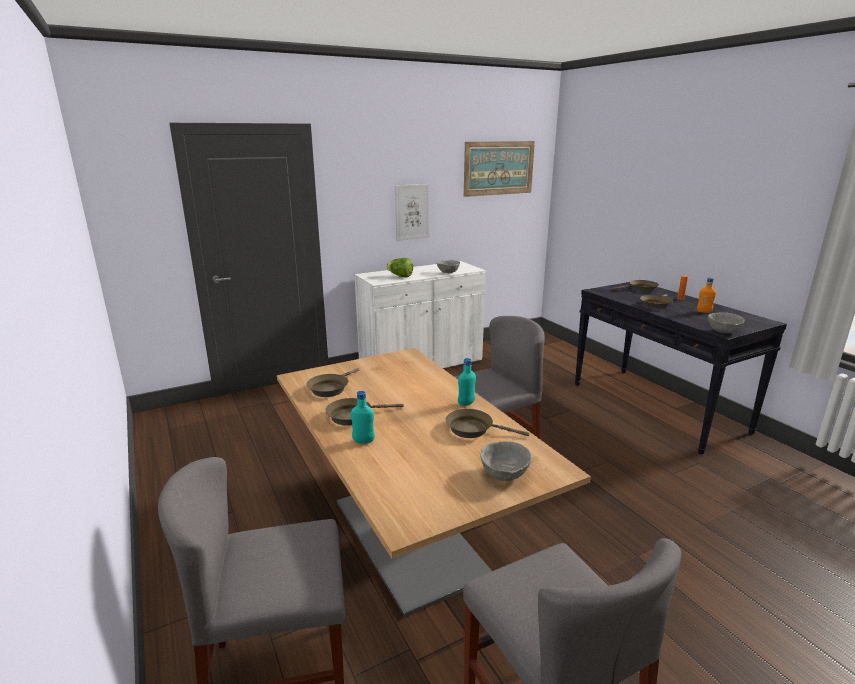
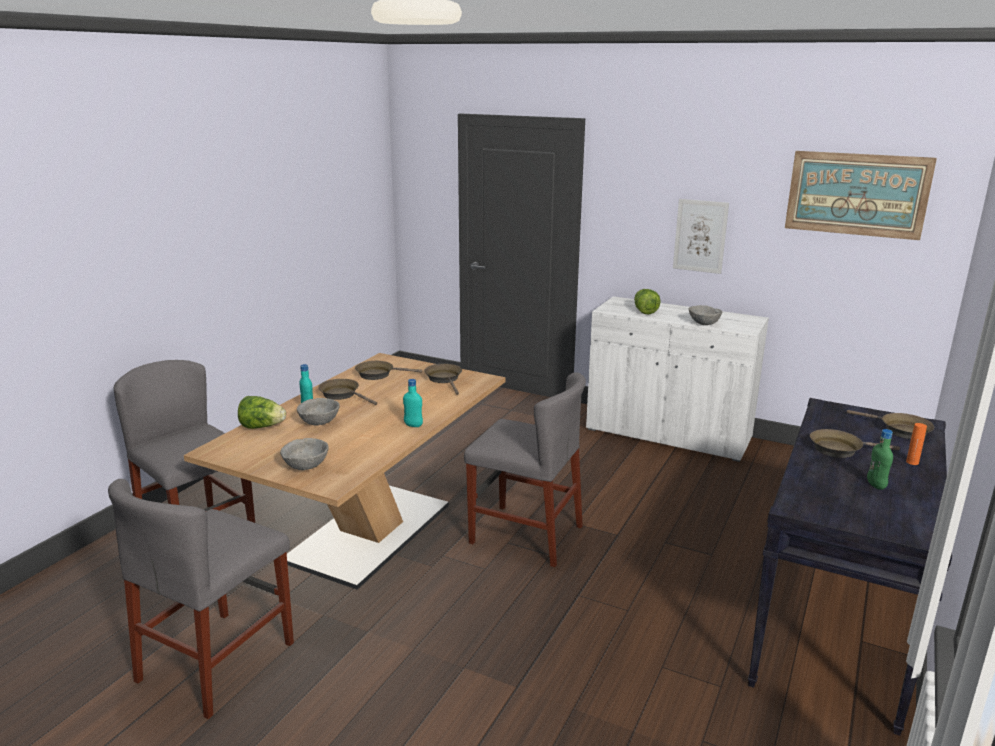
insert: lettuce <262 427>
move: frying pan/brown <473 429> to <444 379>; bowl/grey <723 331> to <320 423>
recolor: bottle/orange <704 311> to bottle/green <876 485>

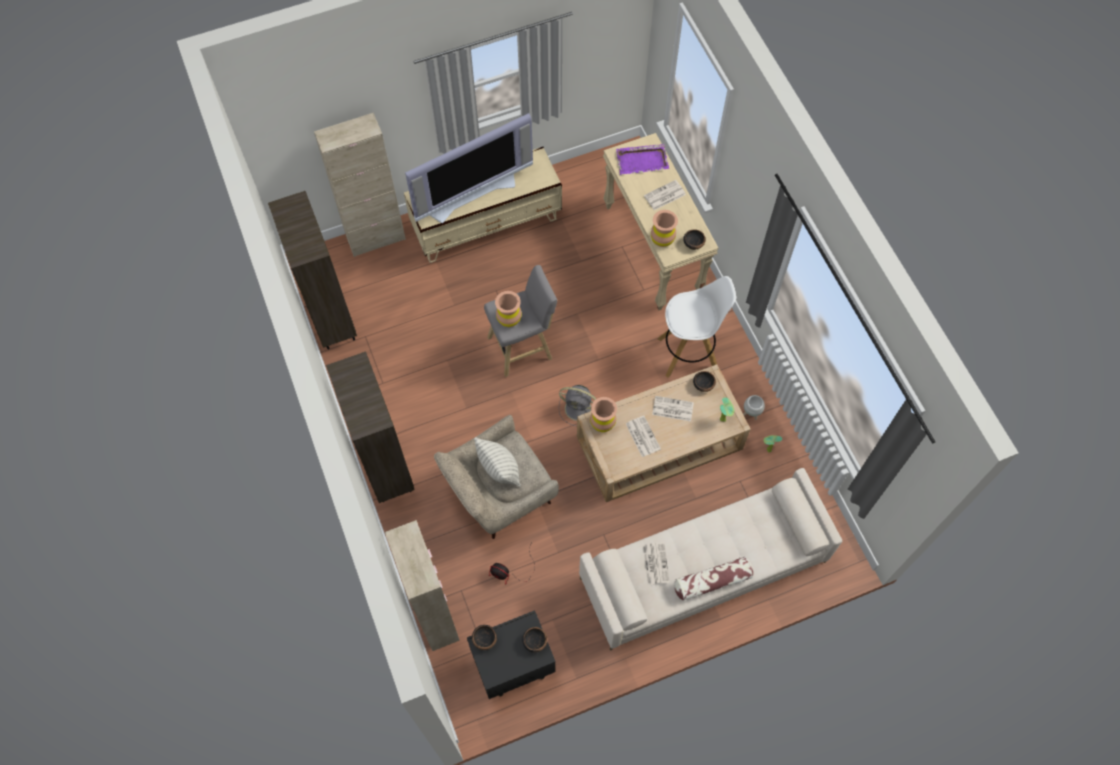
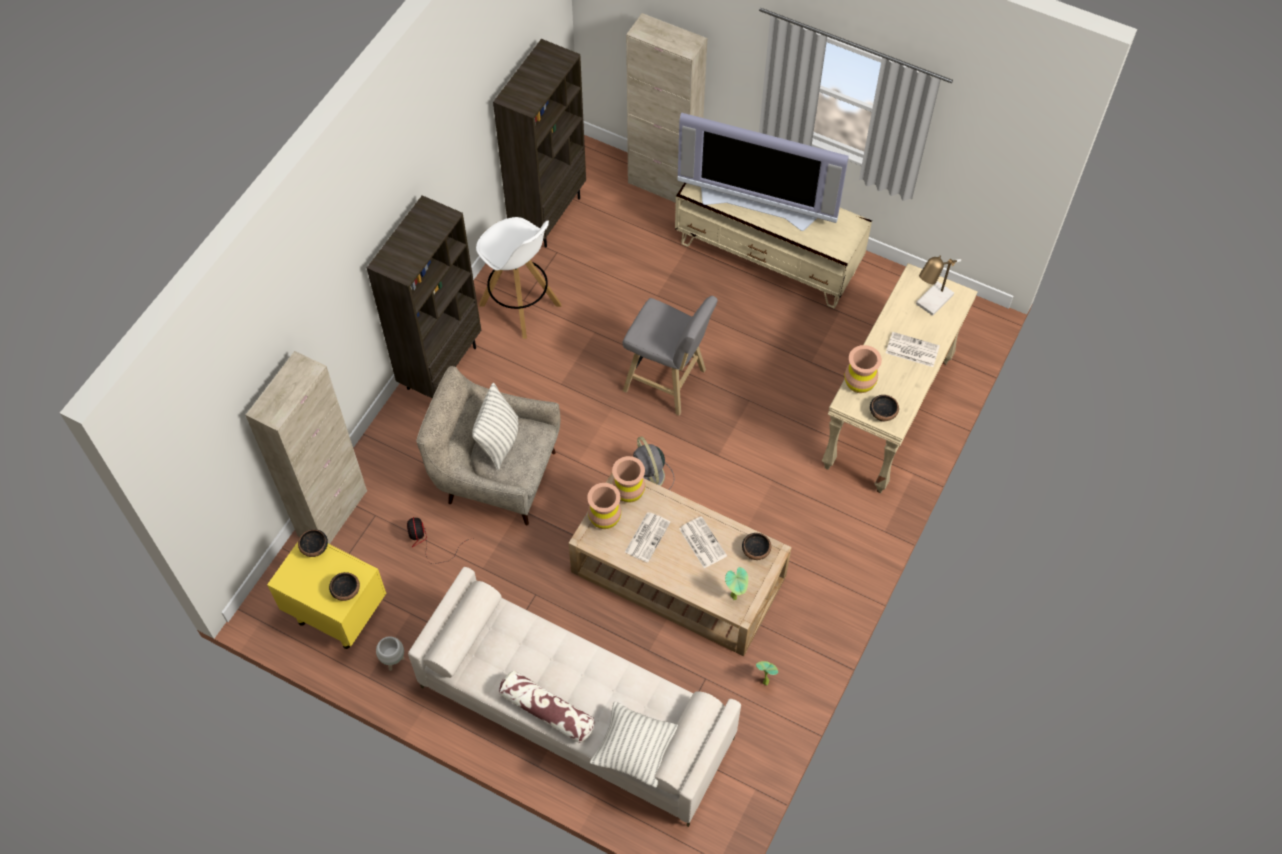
delete: newspaper <655 563>
insert: pillow <635 750>
move: vase/brown <509 319> to <604 518>; stool/white <688 353> to <521 305>; planter/white <751 414> to <393 661>
replace: tray/purple <642 160> to table lamp <932 303>
recolor: nightstand/black <512 666> to nightstand/yellow <337 613>

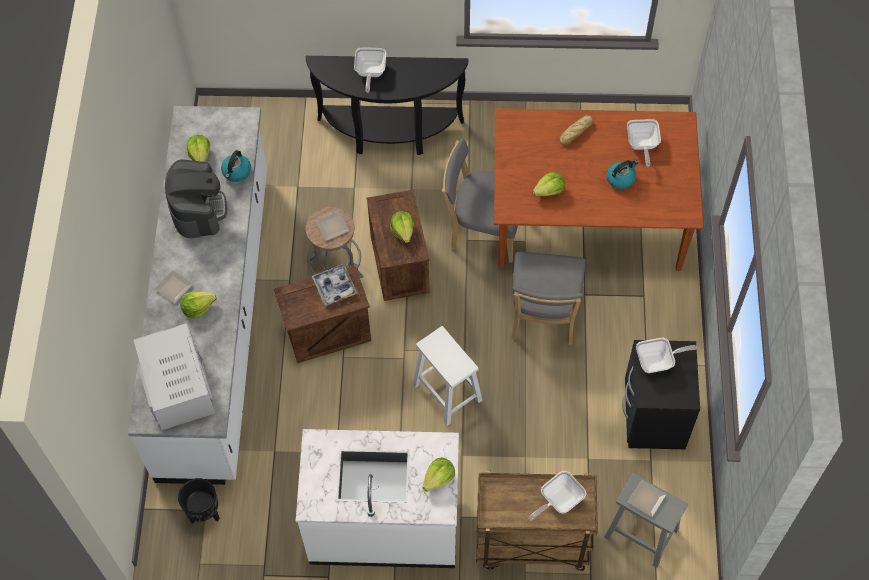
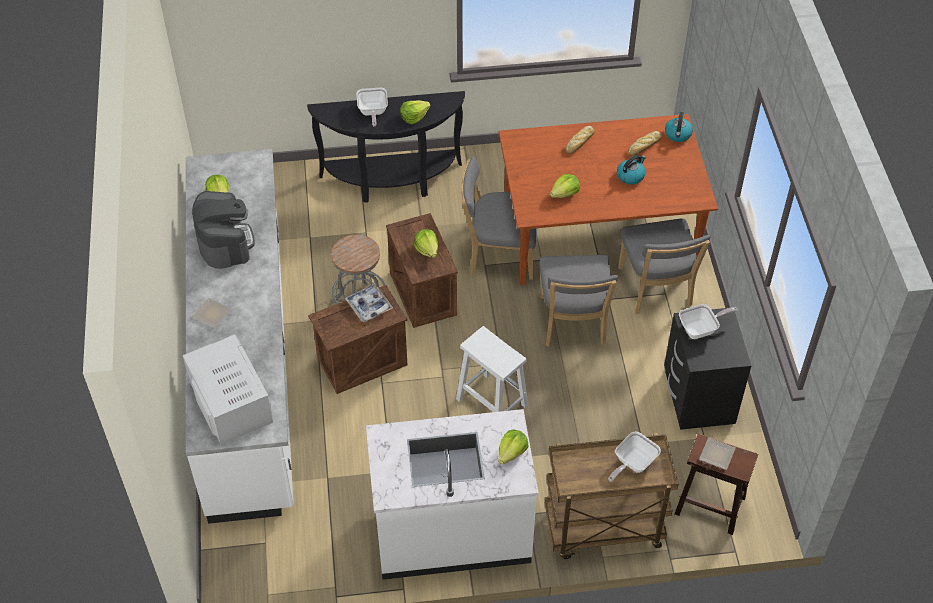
delete: planter/black <205 513>; plate <333 226>
insert: chair/grey <656 290>
move: lettuce <198 307> to <414 117>; kettle <236 172> to <678 135>
replace: frying pan <642 145> to bread <644 146>
recolor: stool/grey <640 533> to stool/brown <708 505>

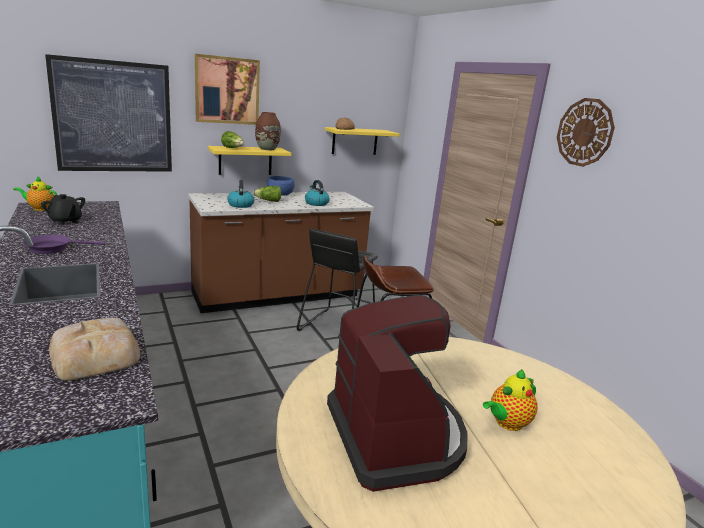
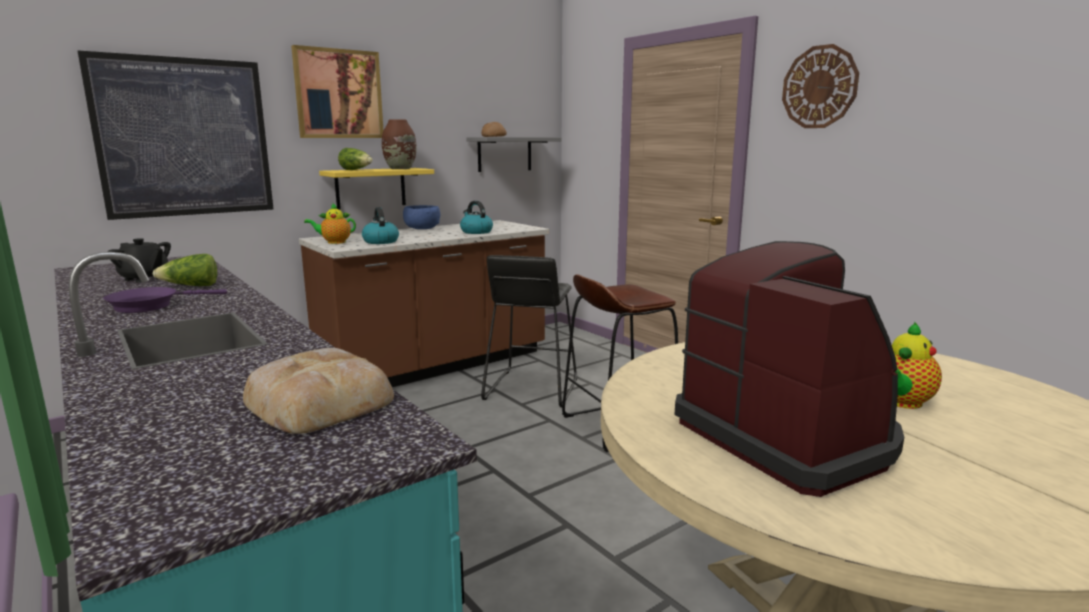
move: teapot <39 208> to <334 242>; lettuce <268 201> to <191 286>
recolor: shelf/yellow <355 141> to shelf/grey <504 154>

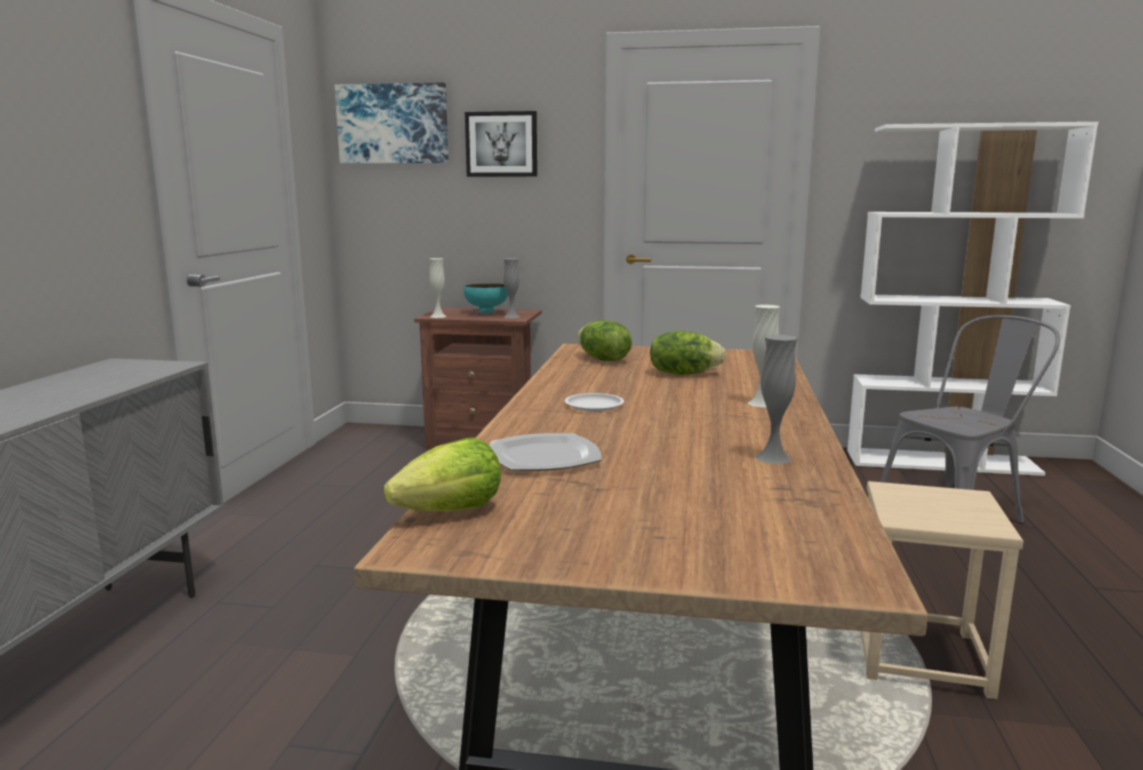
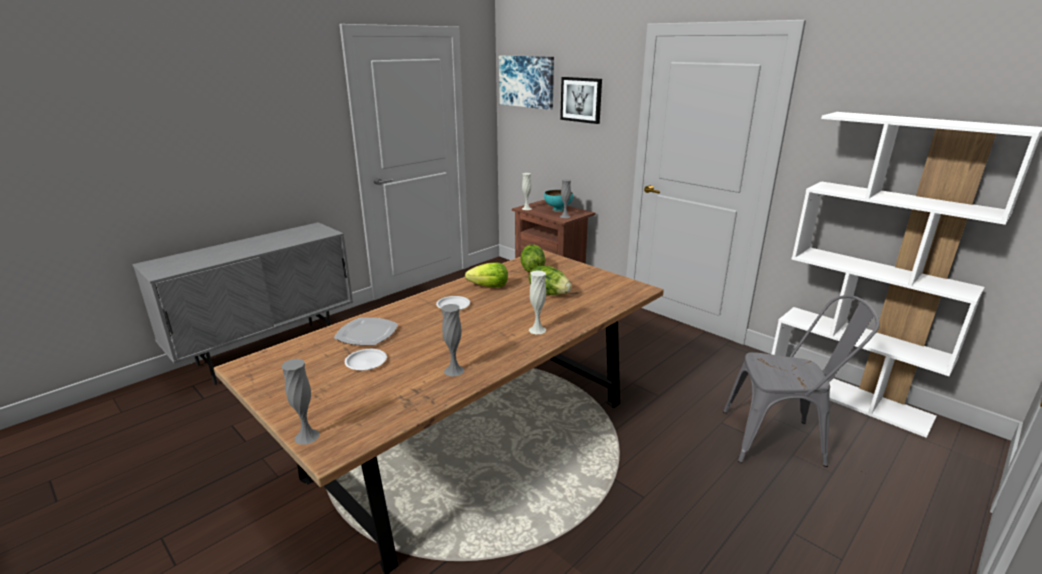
delete: stool/beige <922 656>
insert: vase/grey <307 436>; plate/white <366 362>
move: lettuce <451 512> to <489 287>

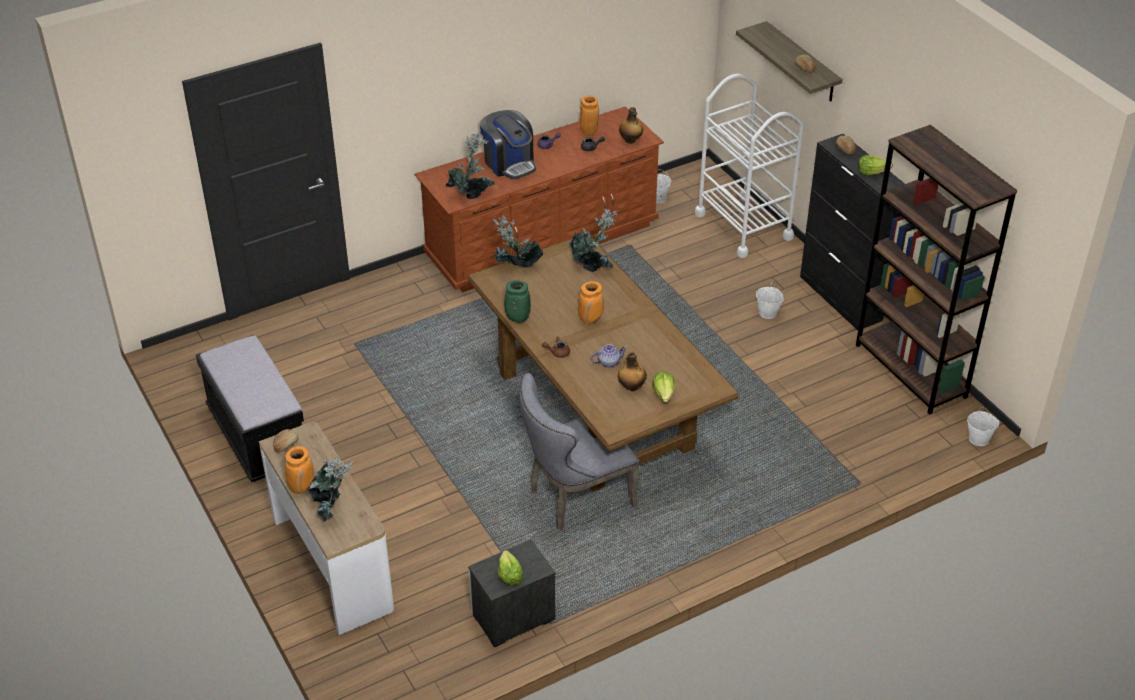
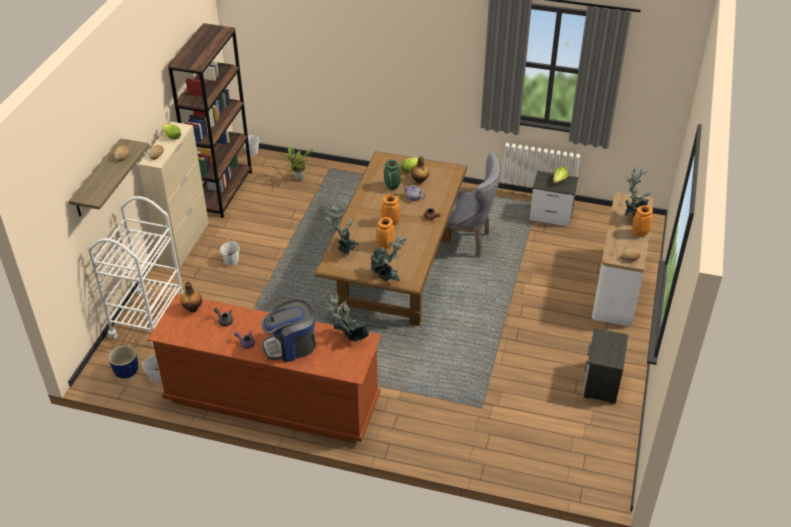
insert: planter/blue <126 371>; potted plant <298 179>
move: vase/green <517 318> to <392 187>; vase/orange <588 131> to <385 246>
replace: bench/black <257 437> to nightstand <601 383>
recolor: cabinet/black <840 298> to cabinet/beige <184 242>
rotate: coffee machine <509 163> = <291 346> 120 degrees counterclockwise

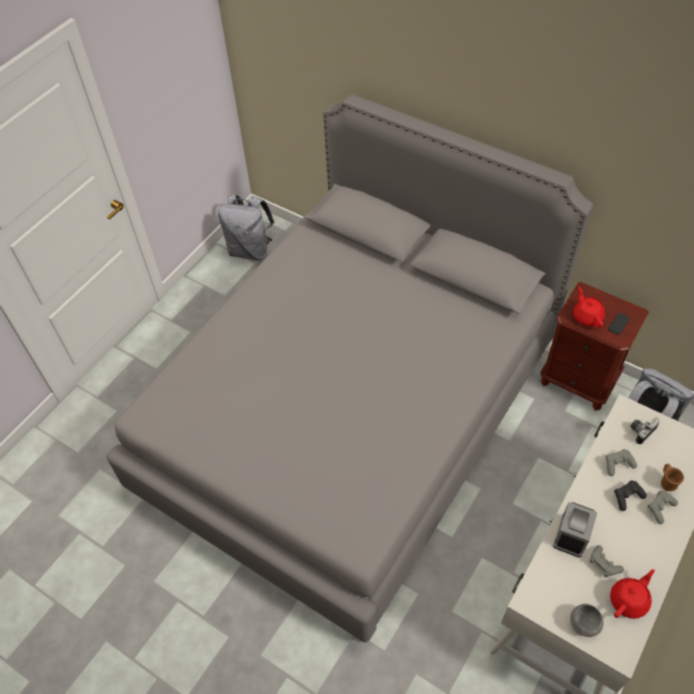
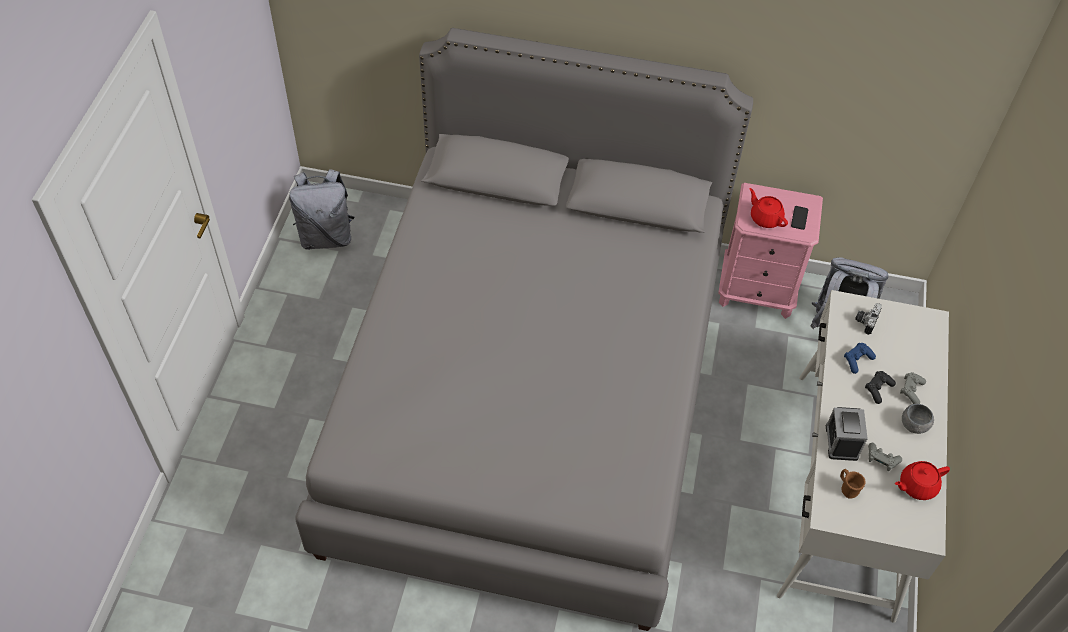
move: bowl/grey <584 624> to <914 425>; mug/brown <667 482> to <847 488>
recolor: nightstand/brown <578 380> to nightstand/pink <757 291>; game controller/grey <618 464> to game controller/blue <857 360>
rotate: teapot/red <629 600> = <916 486> 135 degrees counterclockwise

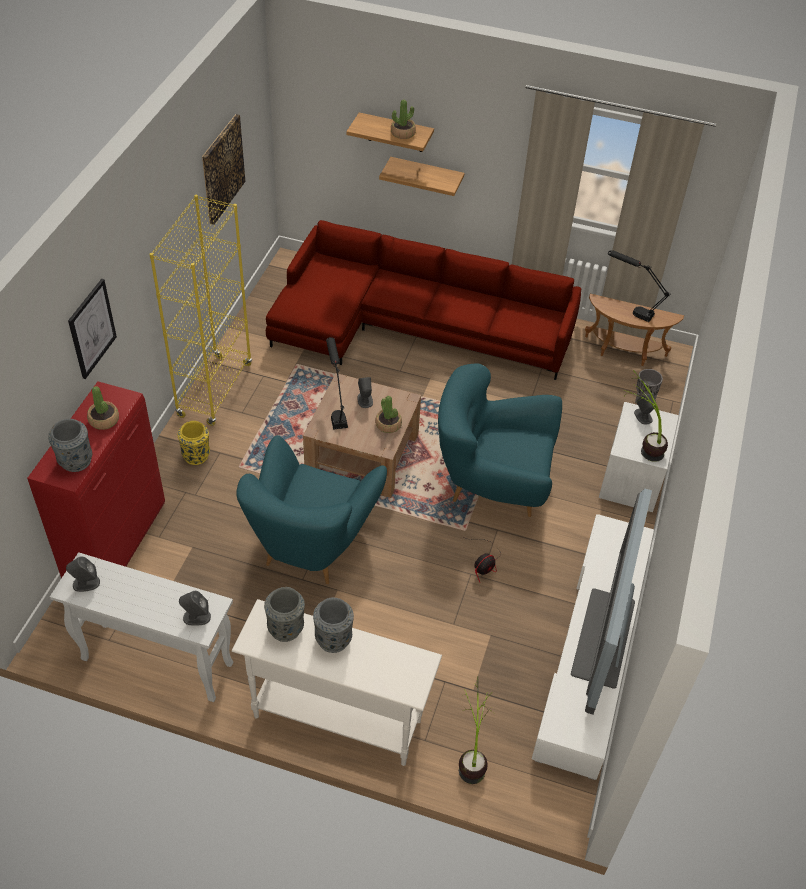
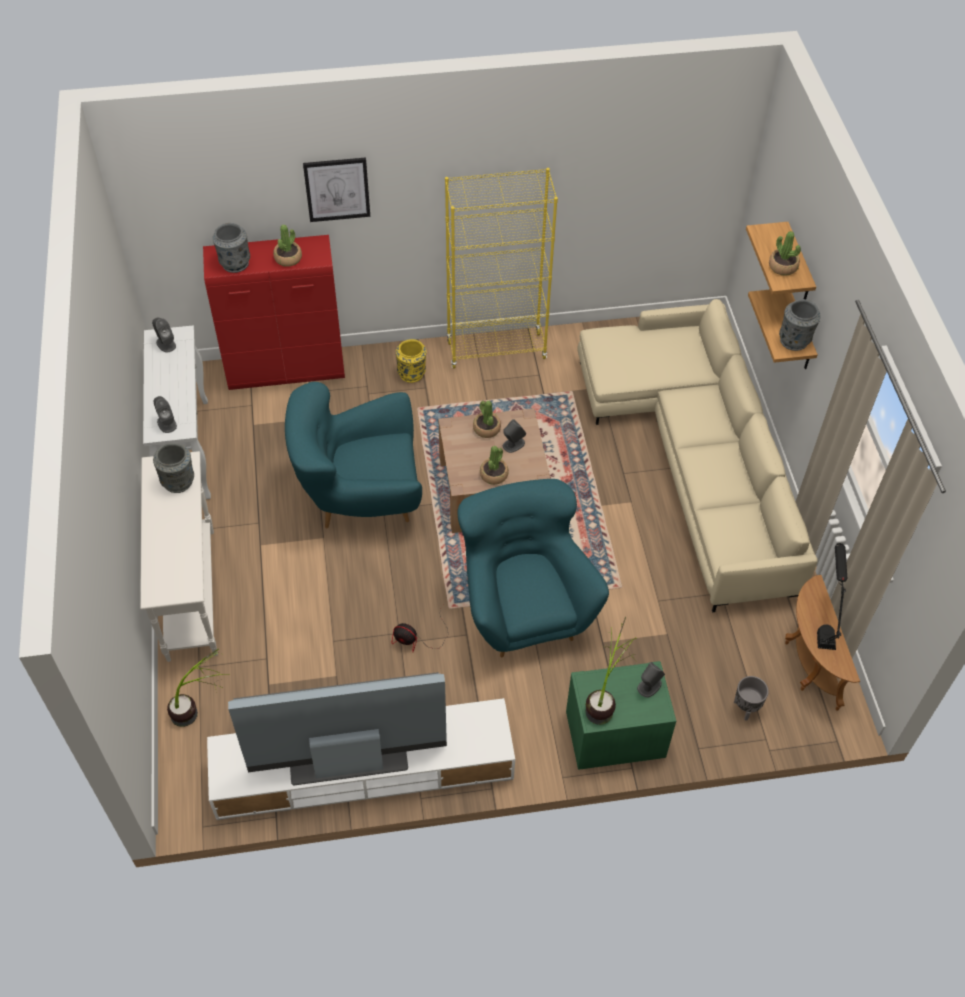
delete: picture <222 169>
move: vase/grey <333 638> to <794 340>
replace: table lamp/black <336 409> to potted plant <486 428>
recolor: sofa/red <412 327> to sofa/beige <694 458>; nightstand/white <631 478> to nightstand/green <614 734>

